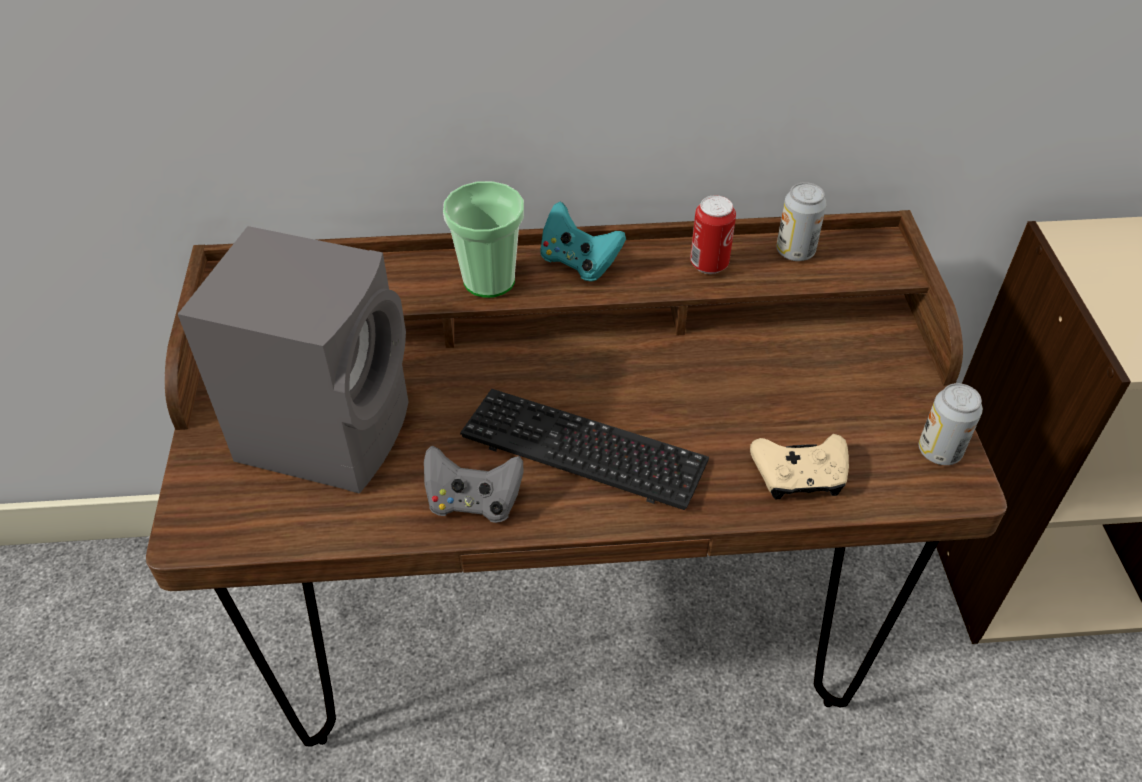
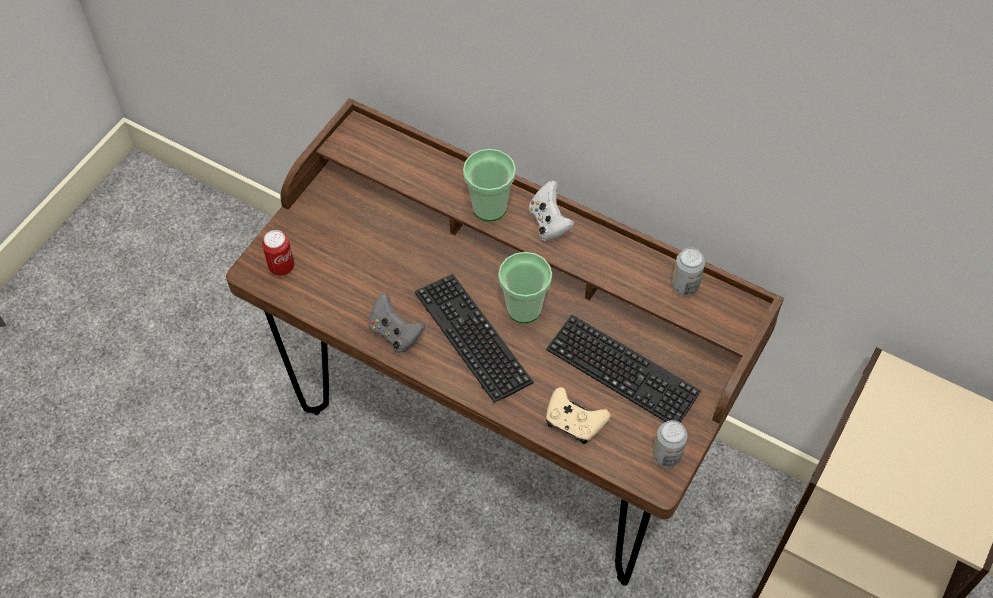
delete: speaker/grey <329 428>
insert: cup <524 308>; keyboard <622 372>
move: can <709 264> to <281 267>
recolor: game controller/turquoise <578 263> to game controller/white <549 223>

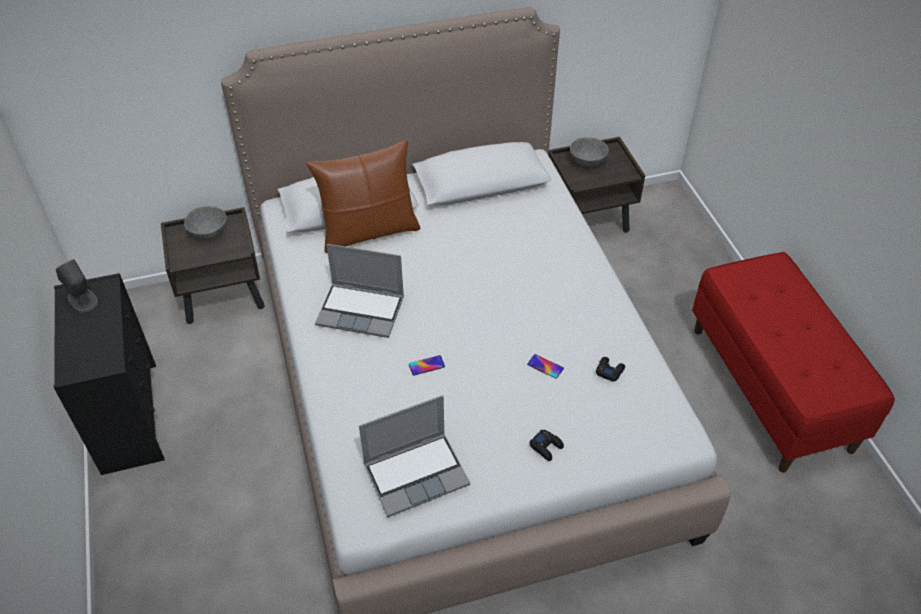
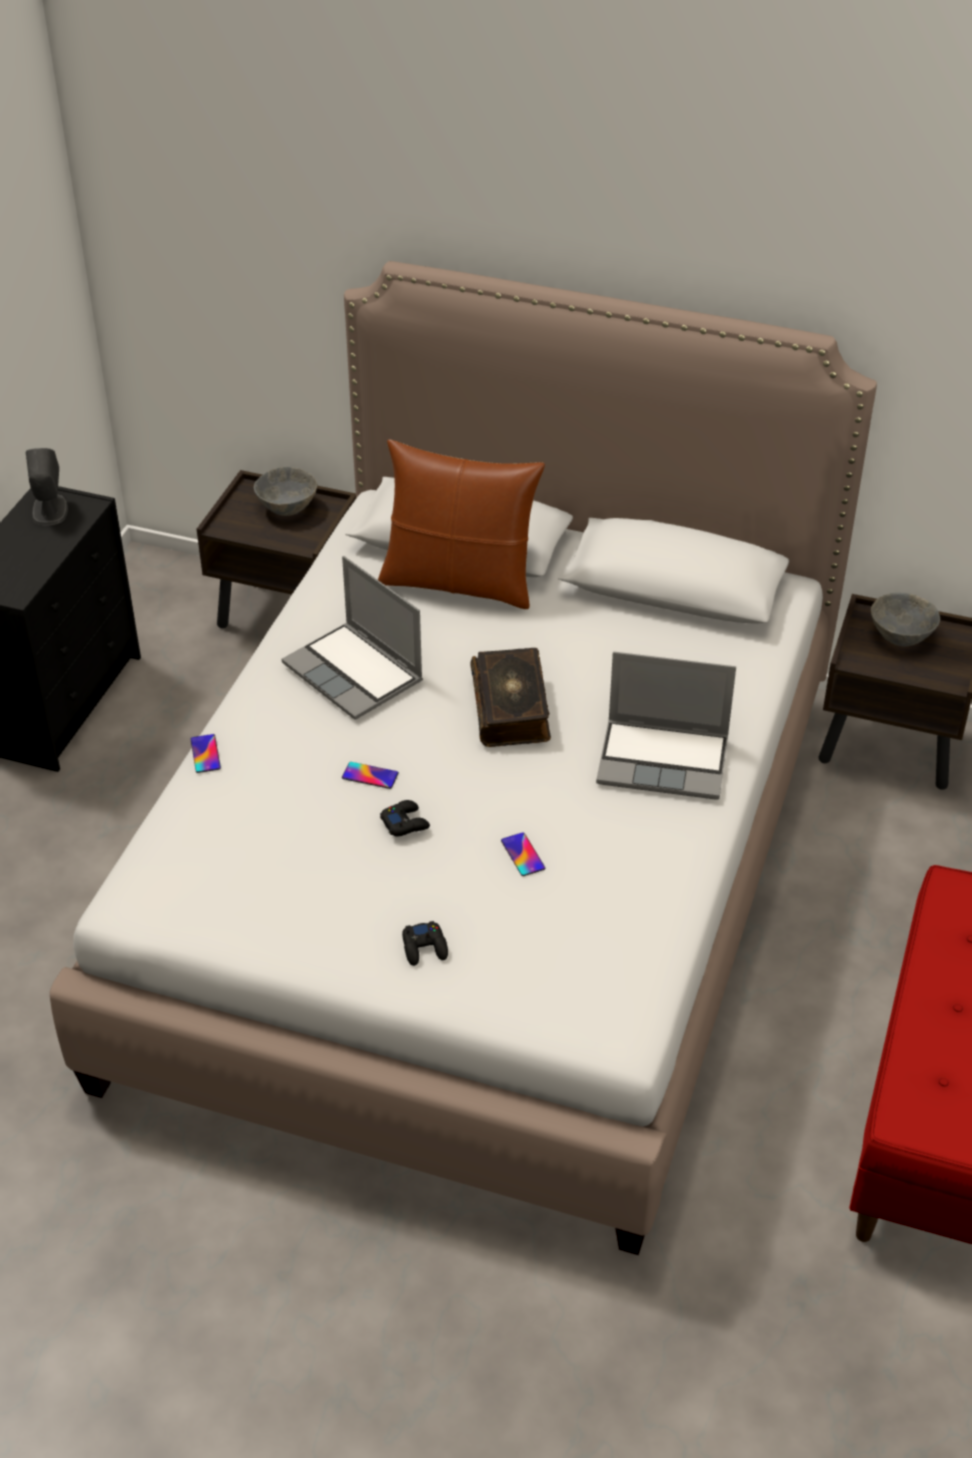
insert: phone <205 754>; book <511 708>
move: laptop <417 473> to <665 760>; game controller/black <609 371> to <405 823>

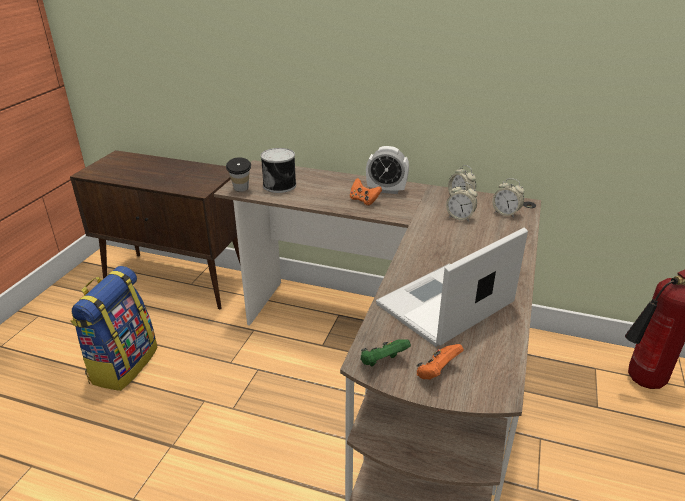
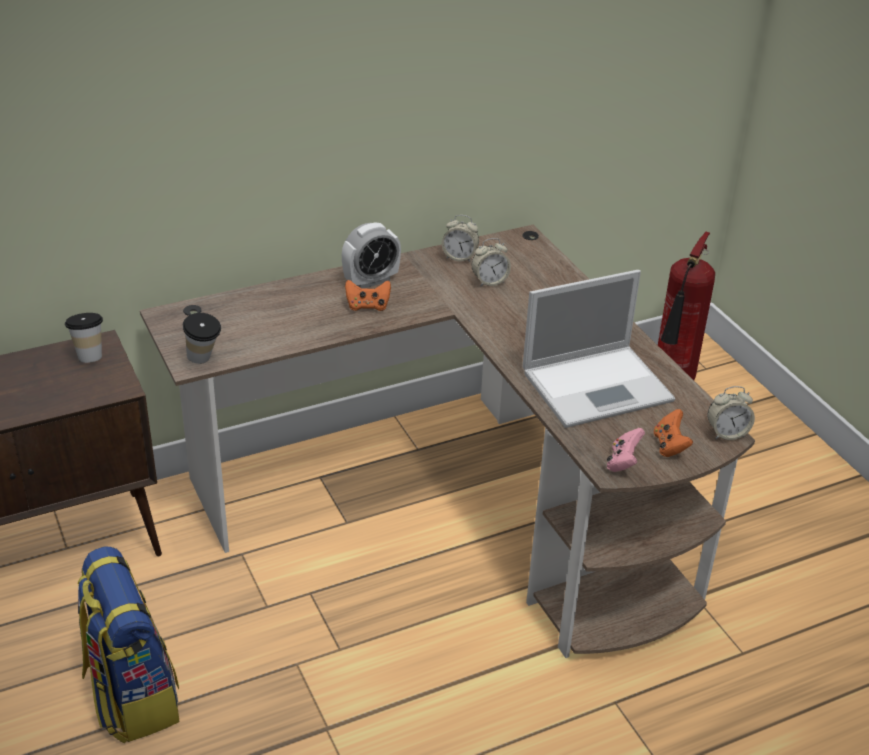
delete: can <280 185>
insert: cup <89 355>
move: alarm clock <506 213> to <726 433>
recolor: game controller/green <382 362> to game controller/pink <623 462>
rotate: laptop <443 306> = <599 385> 120 degrees counterclockwise

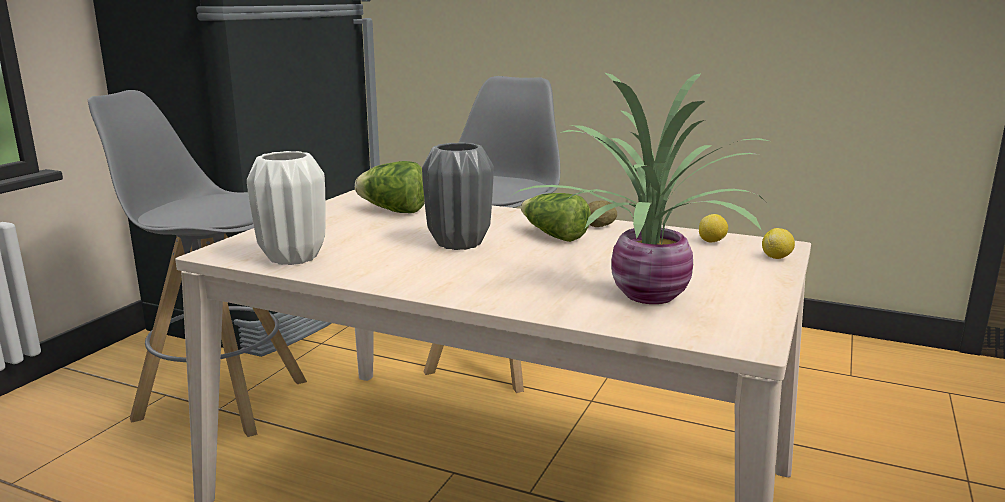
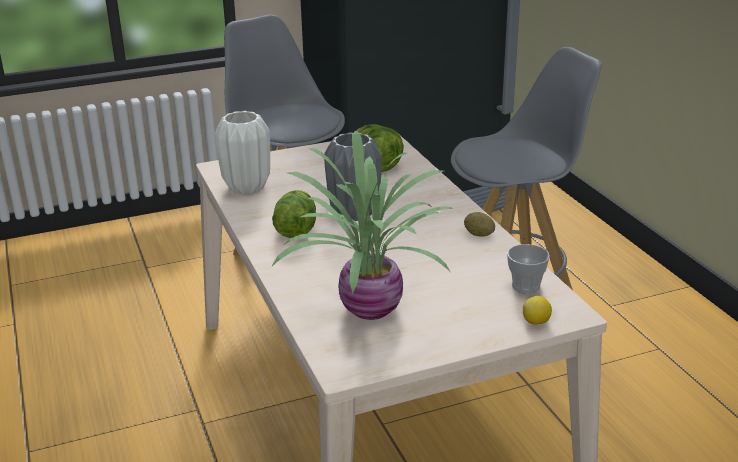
move: lettuce <553 236> to <295 228>
replace: lemon <712 242> to cup <525 286>

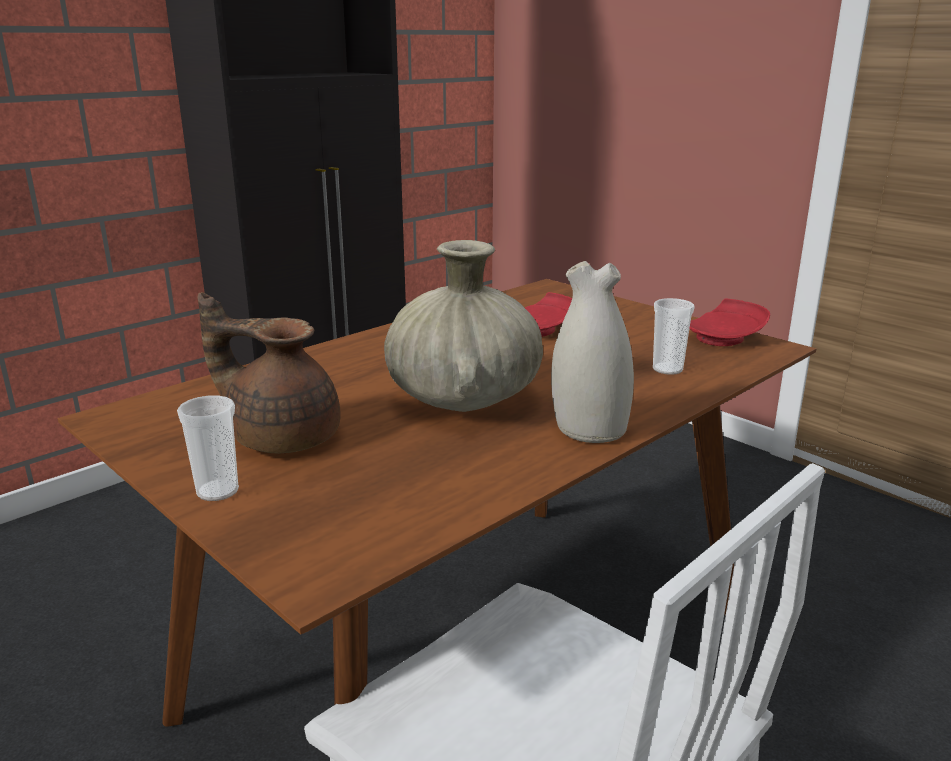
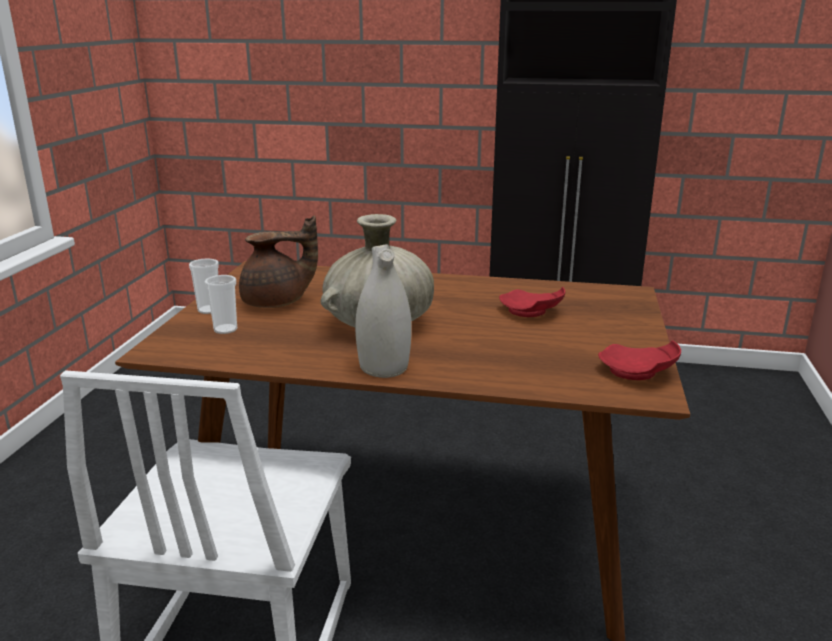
move: cup <667 369> to <225 329>
rotate: teapot/brown <282 436> = <277 302> 90 degrees clockwise

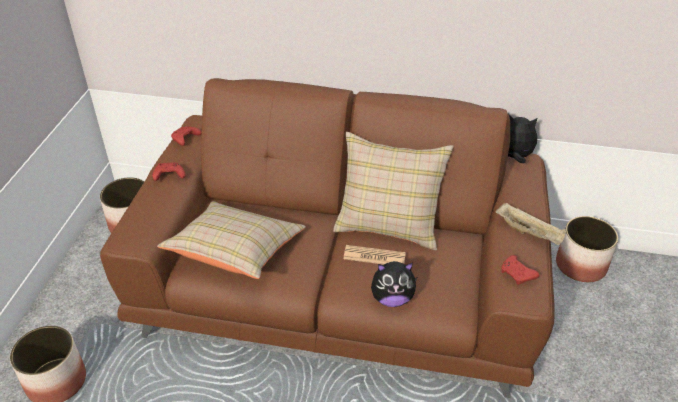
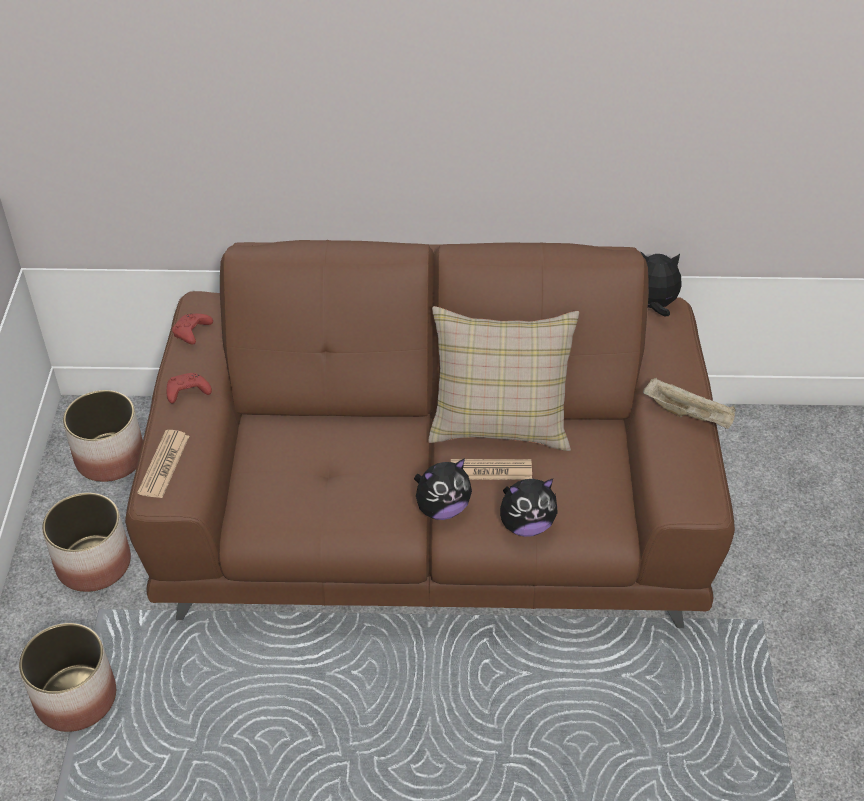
delete: pillow/beige <236 253>; game controller/red <517 275>
insert: newspaper <164 464>; plush toy <442 508>
move: planter <581 265> to <94 563>

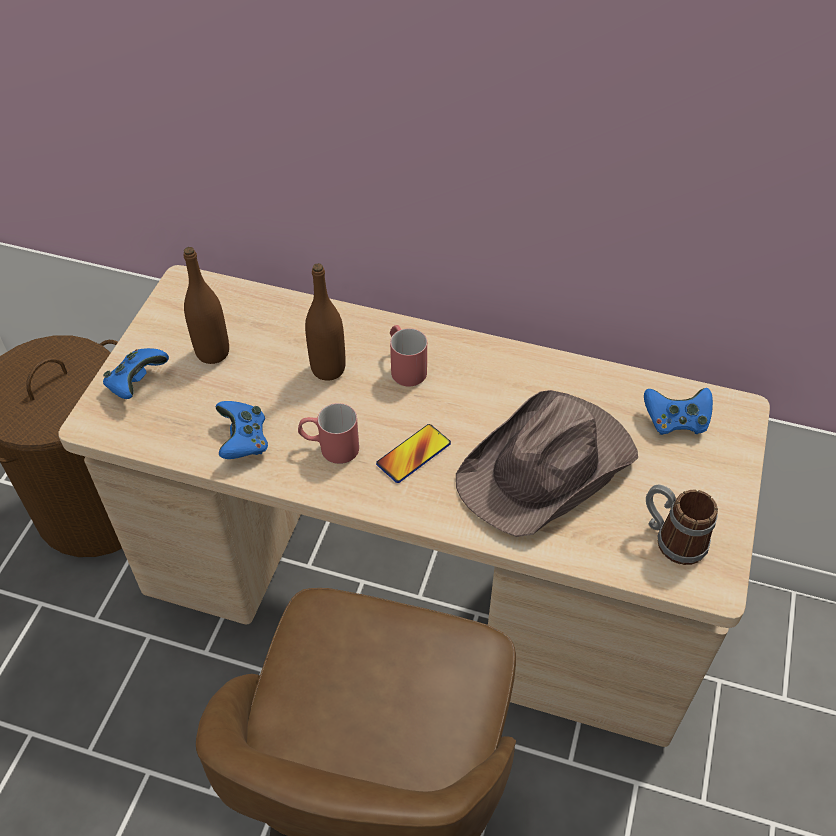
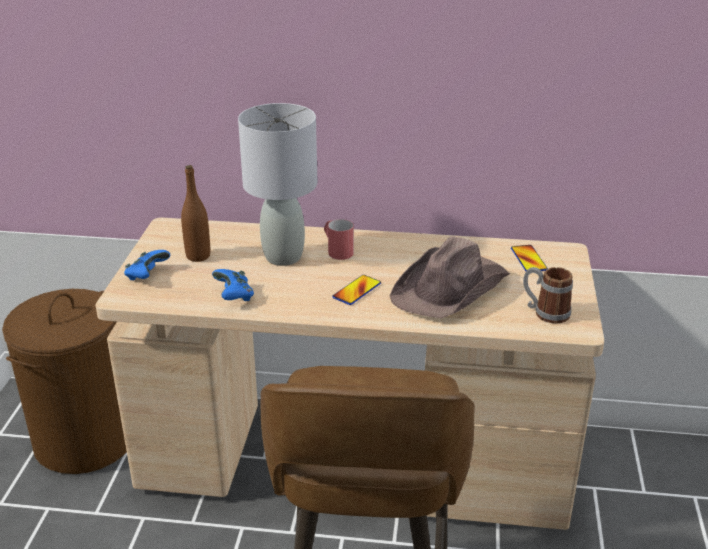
delete: mug/red <329 447>
replace: bottle/brown <328 369> to table lamp/grey <283 256>; game controller/blue <675 421> to phone <528 259>

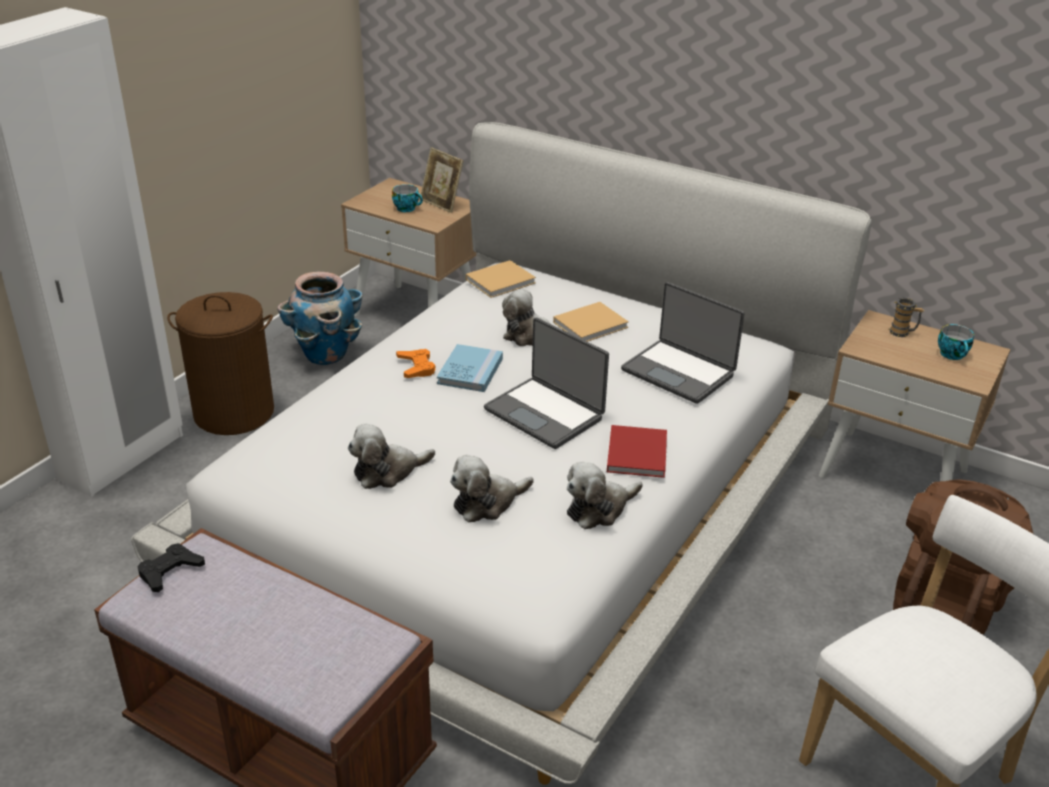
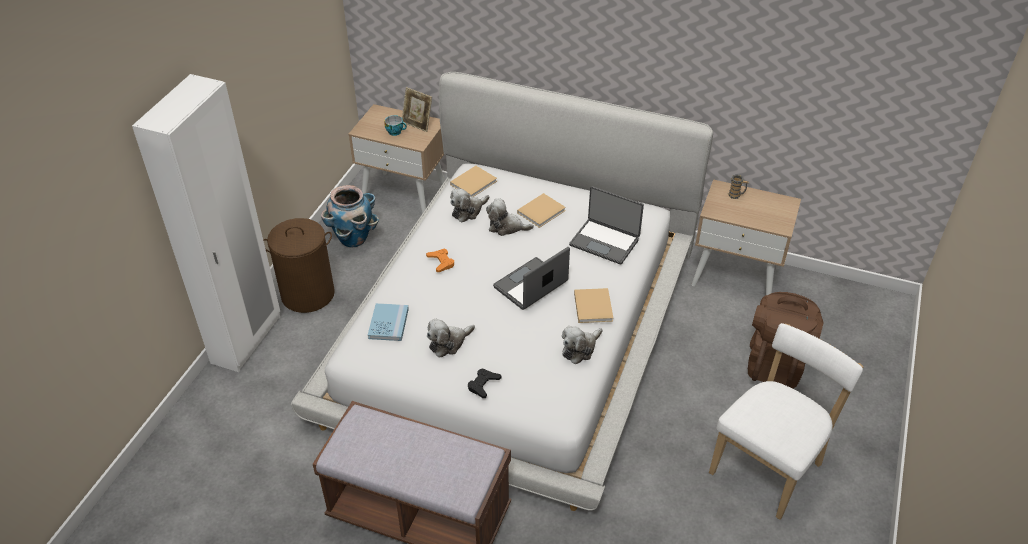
delete: cup <953 355>
move: game controller/black <170 571> to <483 385>; book/blue <470 371> to <388 323>; plush toy <487 503> to <468 211>
recolor: book/red <637 452> to book/beige <593 306>
rotate: laptop <545 413> = <531 286> 105 degrees clockwise

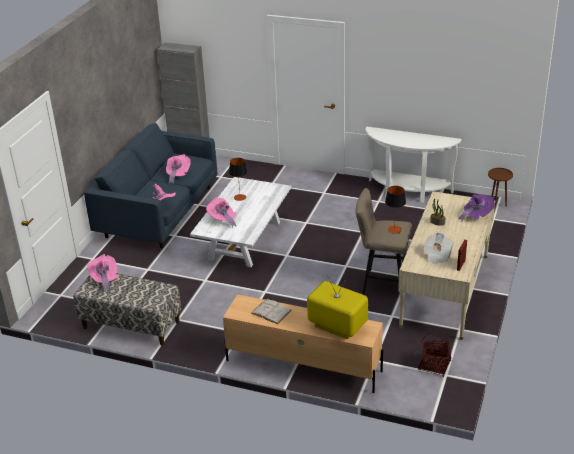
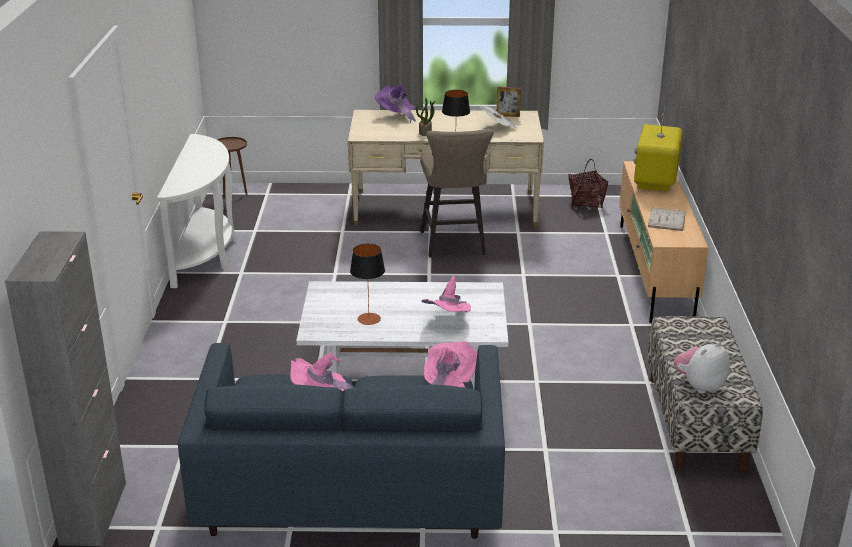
replace: hat/pink <104 279> to plush toy <699 386>

